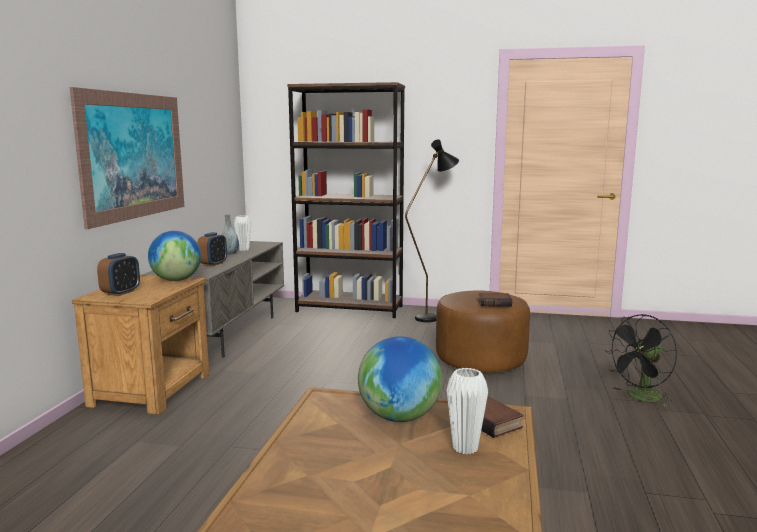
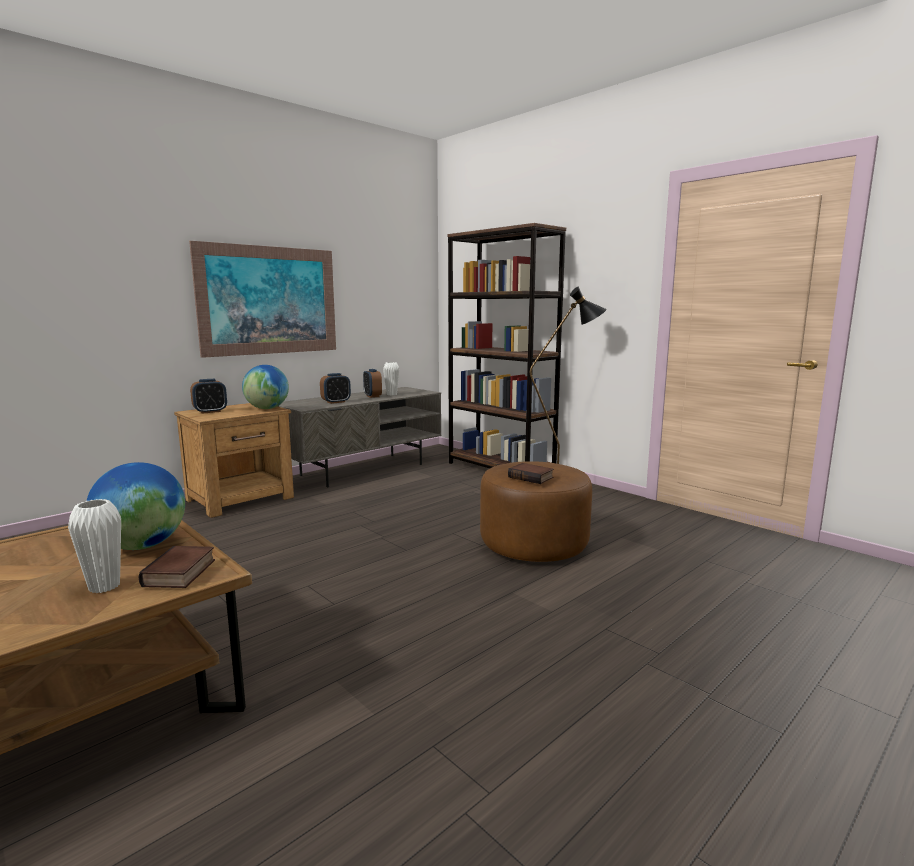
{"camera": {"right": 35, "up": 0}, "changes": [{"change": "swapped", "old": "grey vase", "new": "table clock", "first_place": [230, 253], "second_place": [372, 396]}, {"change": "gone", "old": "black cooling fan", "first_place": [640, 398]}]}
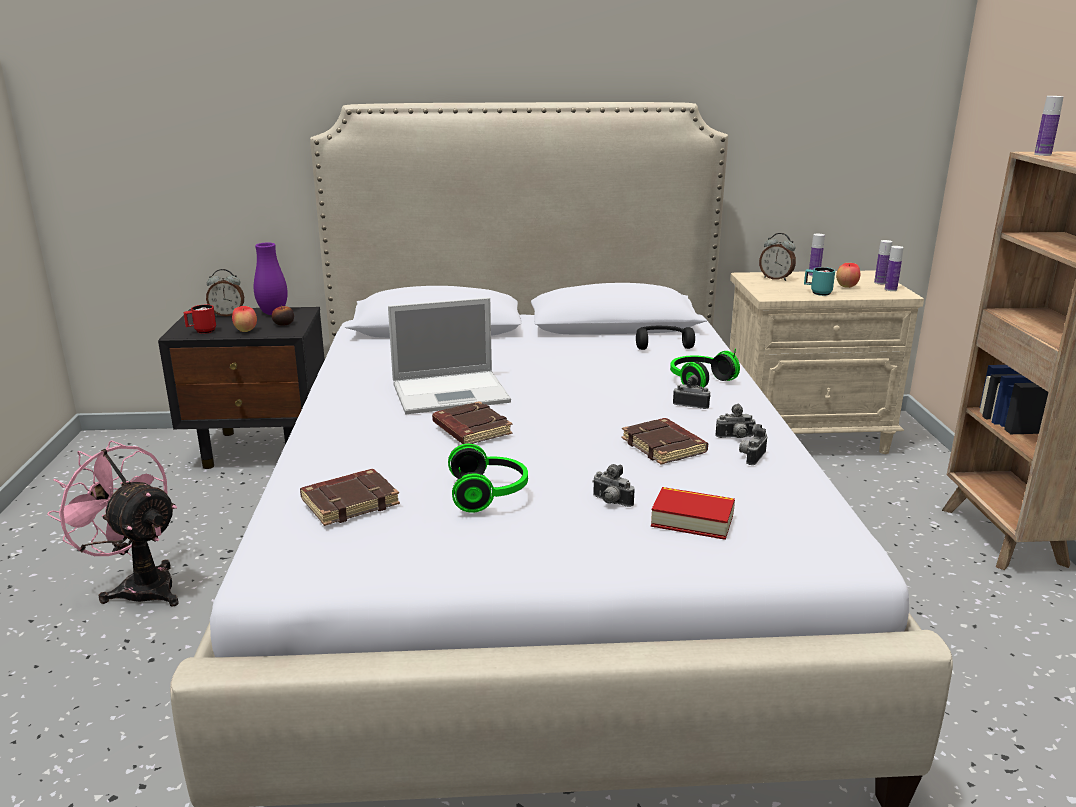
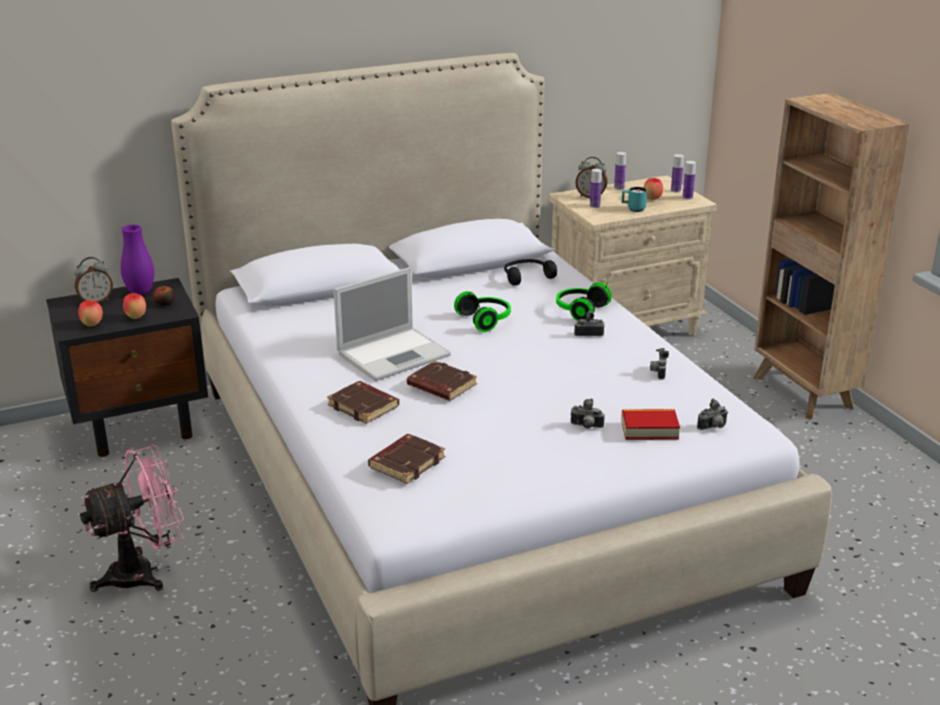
{"camera": {"right": -20, "up": 5}, "changes": [{"change": "shifted", "old": "beverage bottle", "first_place": [1042, 154], "second_place": [594, 206]}, {"change": "swapped", "old": "red coffee mug", "new": "apple", "first_place": [201, 331], "second_place": [92, 324]}, {"change": "shifted", "old": "photo camera", "first_place": [735, 438], "second_place": [713, 427]}, {"change": "shifted", "old": "brown book", "first_place": [665, 447], "second_place": [364, 406]}, {"change": "rotated", "old": "pink-coloured cooling fan", "first_place": [139, 586], "second_place": [144, 572], "degrees": 135}, {"change": "shifted", "old": "headphones", "first_place": [489, 493], "second_place": [486, 320]}]}
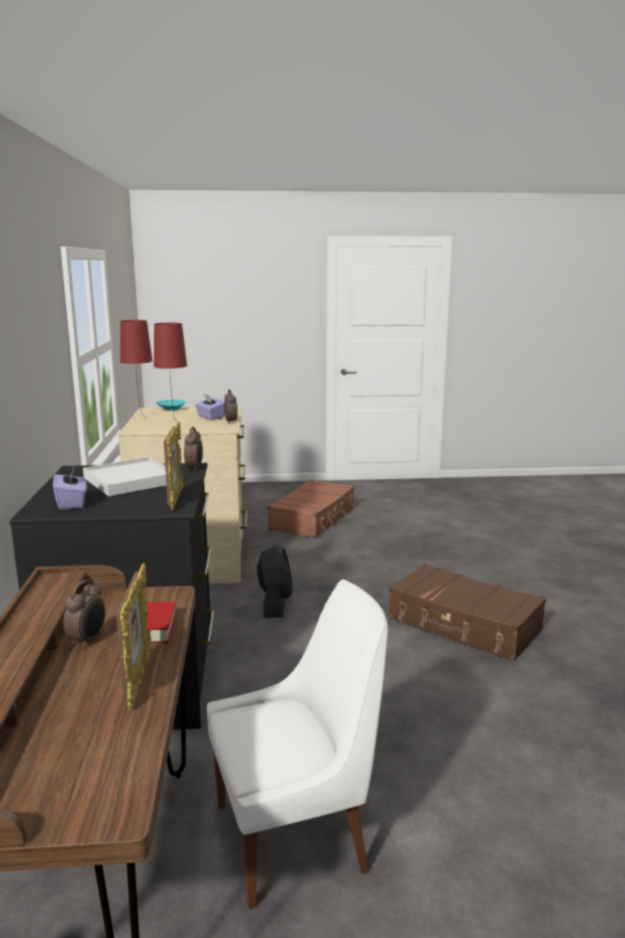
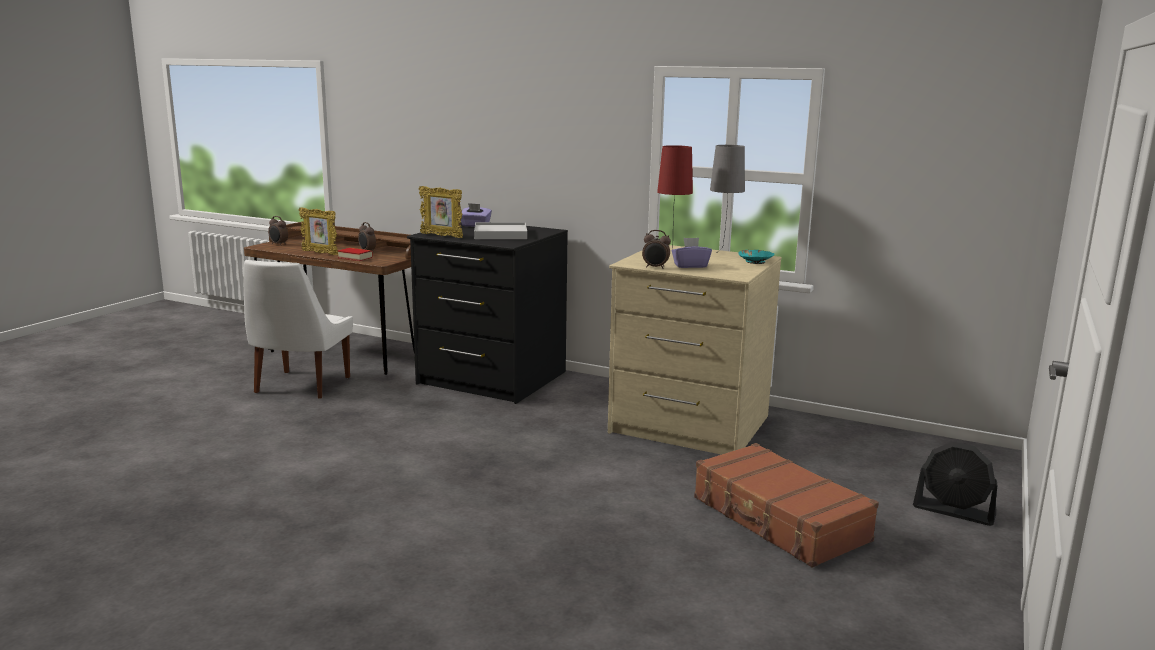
{"camera": {"right": 120, "up": 0}, "changes": [{"change": "repainted", "old": "red tabletop lamp", "new": "grey tabletop lamp", "first_place": [140, 417], "second_place": [723, 252]}, {"change": "shifted", "old": "table clock", "first_place": [194, 468], "second_place": [278, 244]}, {"change": "shifted", "old": "black cooling fan", "first_place": [275, 603], "second_place": [954, 511]}, {"change": "gone", "old": "brown travel case", "first_place": [464, 625]}]}
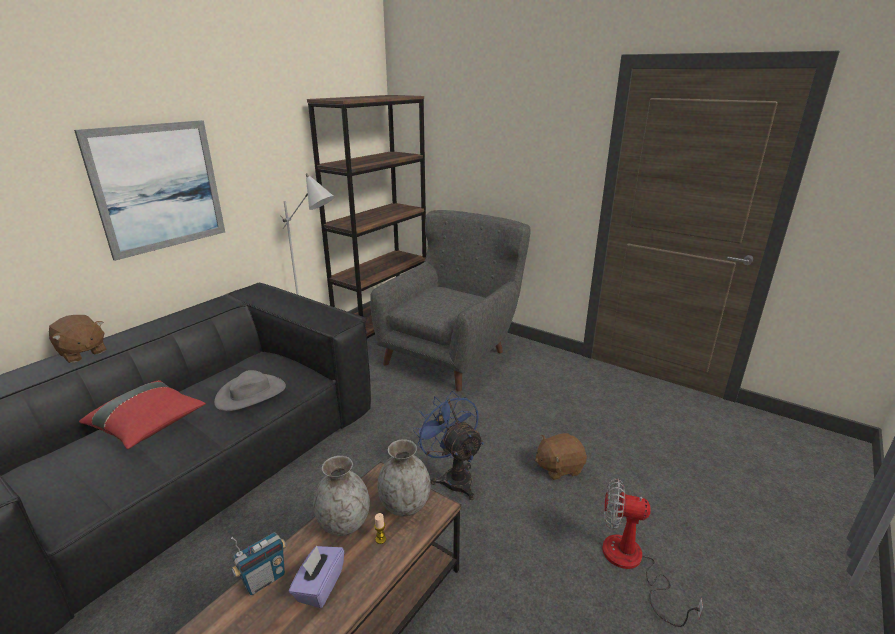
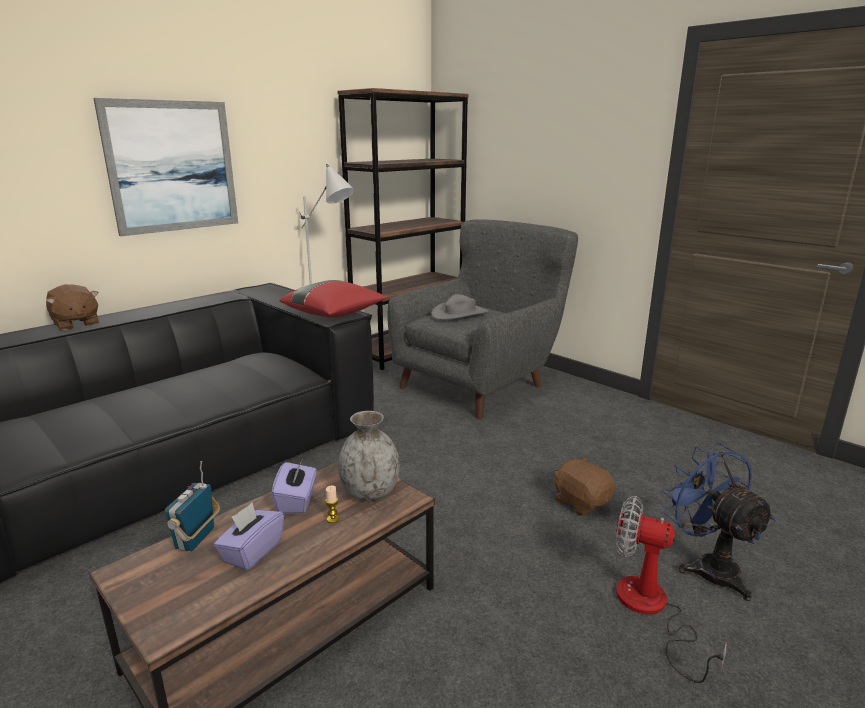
{"camera": {"right": 10, "up": -5}, "changes": [{"change": "shifted", "old": "grey hat", "first_place": [251, 394], "second_place": [460, 314]}, {"change": "shifted", "old": "red cushion", "first_place": [149, 426], "second_place": [334, 314]}, {"change": "shifted", "old": "blue-coloured cooling fan", "first_place": [453, 477], "second_place": [708, 566]}, {"change": "rotated", "old": "brown plush toy", "first_place": [558, 467], "second_place": [581, 502], "degrees": 60}, {"change": "swapped", "old": "grey vase", "new": "purple box of tissues", "first_place": [343, 523], "second_place": [297, 501]}, {"change": "rotated", "old": "radio", "first_place": [264, 579], "second_place": [196, 539], "degrees": 135}]}
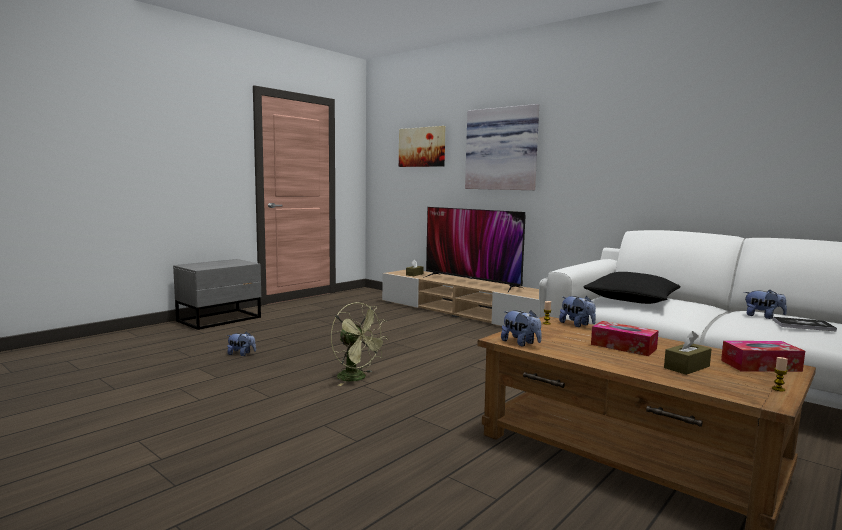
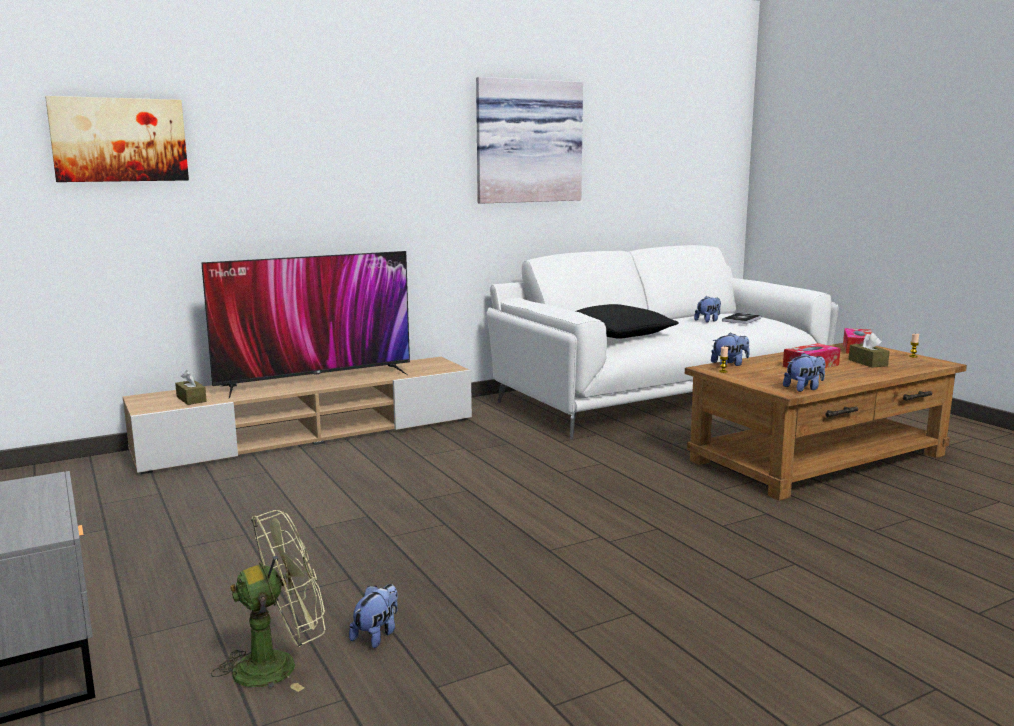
{"camera": {"right": -70, "up": 5}, "changes": [{"change": "shifted", "old": "wall art", "first_place": [502, 149], "second_place": [527, 141]}, {"change": "shifted", "old": "green-coloured cooling fan", "first_place": [357, 378], "second_place": [278, 664]}]}
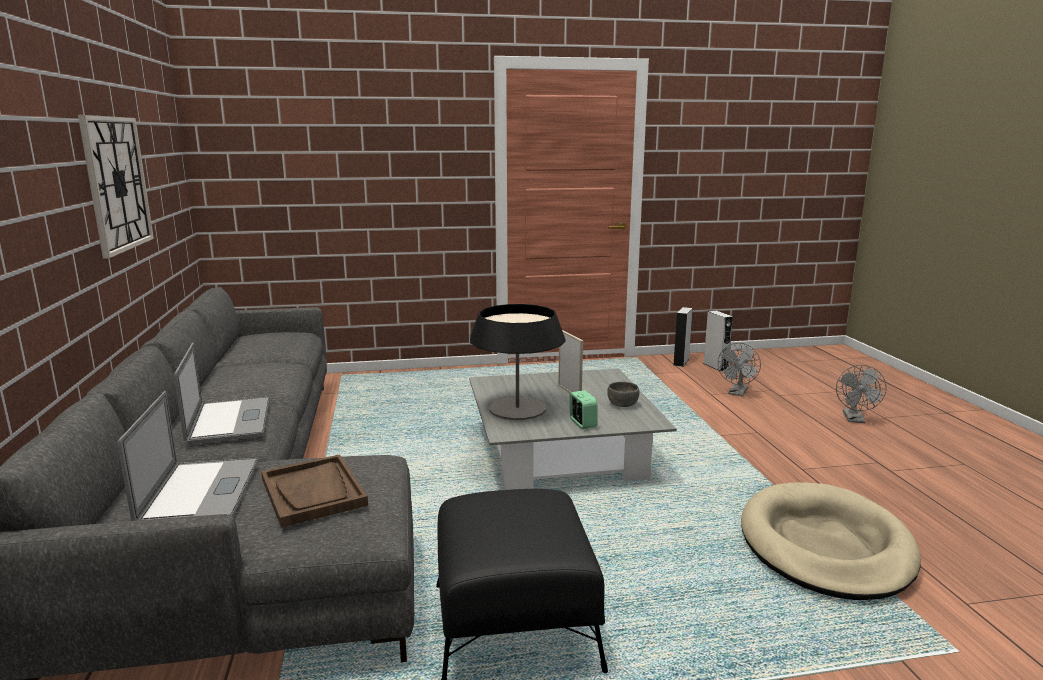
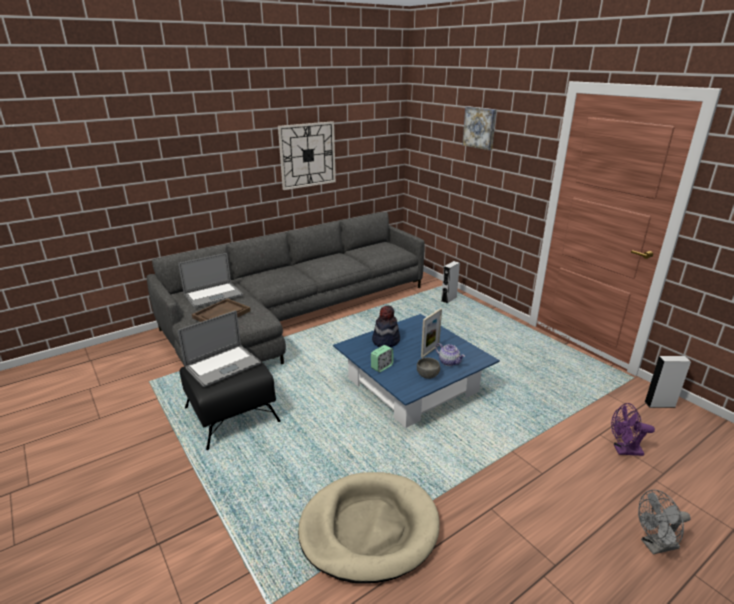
{"camera": {"right": 65, "up": 10}, "changes": [{"change": "swapped", "old": "tabletop lamp", "new": "hat", "first_place": [517, 408], "second_place": [385, 340]}, {"change": "shifted", "old": "grey loudspeaker", "first_place": [715, 366], "second_place": [449, 299]}, {"change": "shifted", "old": "portable computer", "first_place": [229, 420], "second_place": [223, 365]}, {"change": "repainted", "old": "grey cooling fan", "new": "purple cooling fan", "first_place": [737, 393], "second_place": [623, 450]}, {"change": "repainted", "old": "grey low table", "new": "blue-coloured low table", "first_place": [560, 453], "second_place": [412, 384]}, {"change": "new", "new": "wall art", "second_place": [480, 127]}, {"change": "new", "new": "teapot", "second_place": [449, 362]}]}
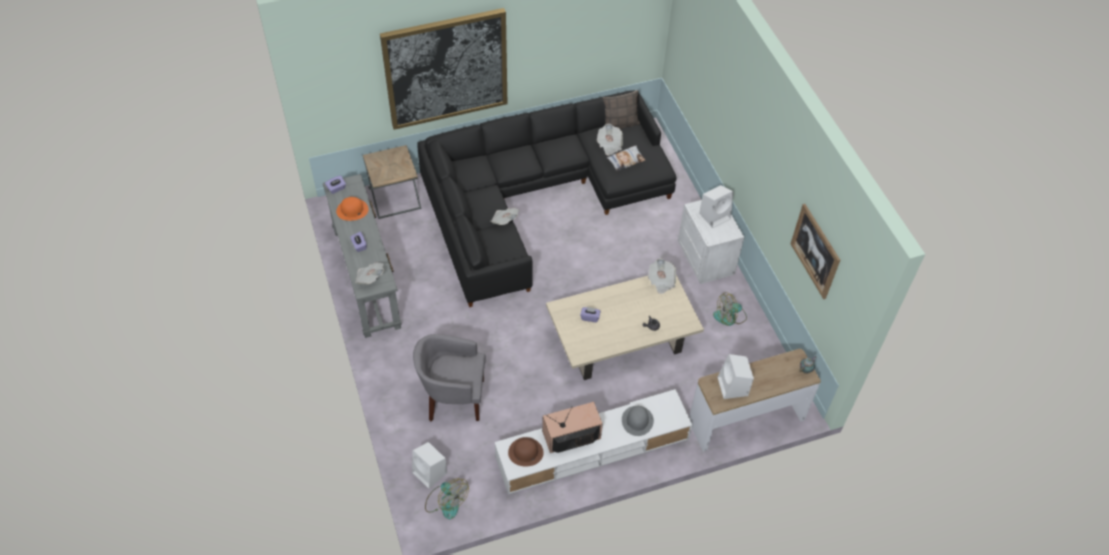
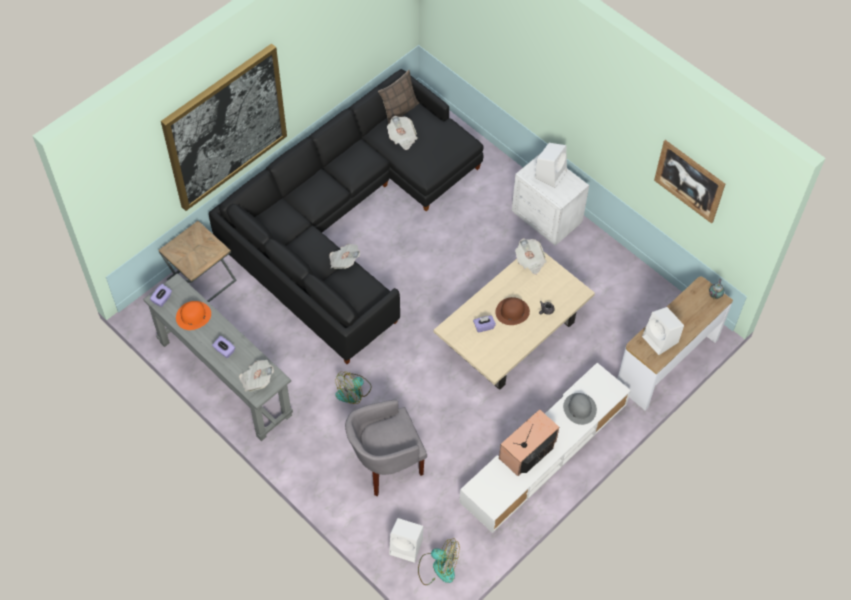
{"camera": {"right": -25, "up": 5}, "changes": [{"change": "gone", "old": "cushion", "first_place": [626, 160]}, {"change": "shifted", "old": "cooling fan", "first_place": [730, 317], "second_place": [354, 391]}, {"change": "shifted", "old": "brown hat", "first_place": [525, 452], "second_place": [512, 312]}]}
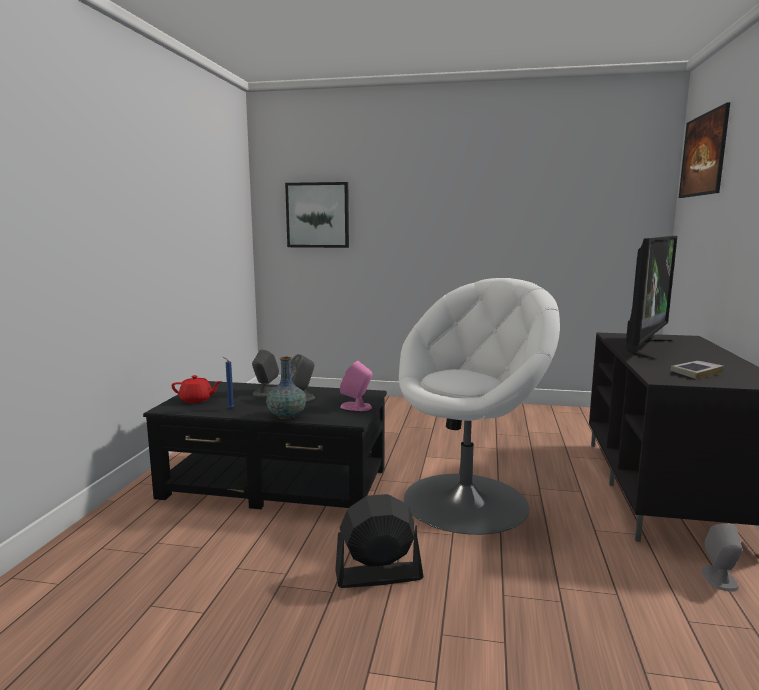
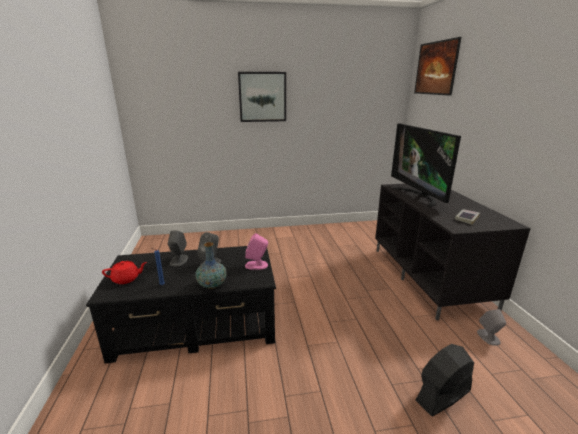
{"camera": {"right": -20, "up": 10}, "changes": [{"change": "shifted", "old": "wall art", "first_place": [318, 215], "second_place": [262, 97]}, {"change": "rotated", "old": "TV set", "first_place": [643, 347], "second_place": [418, 196], "degrees": 150}, {"change": "gone", "old": "whitish armchair", "first_place": [467, 501]}, {"change": "shifted", "old": "black cooling fan", "first_place": [378, 575], "second_place": [442, 396]}]}
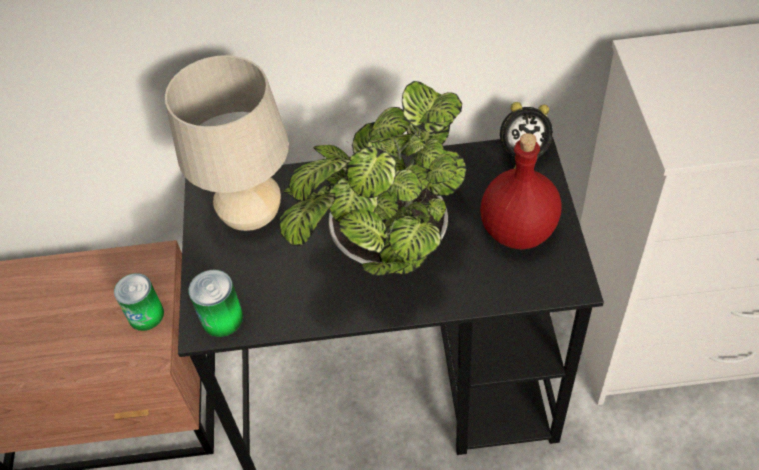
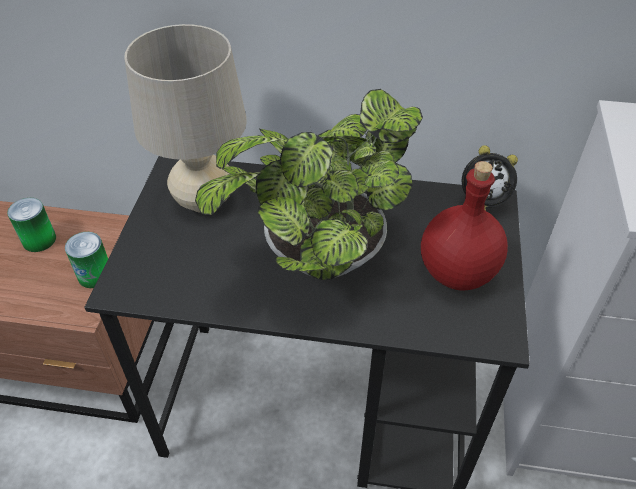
{"camera": {"right": 10, "up": -5}, "changes": [{"change": "shifted", "old": "can", "first_place": [222, 318], "second_place": [39, 240]}]}
